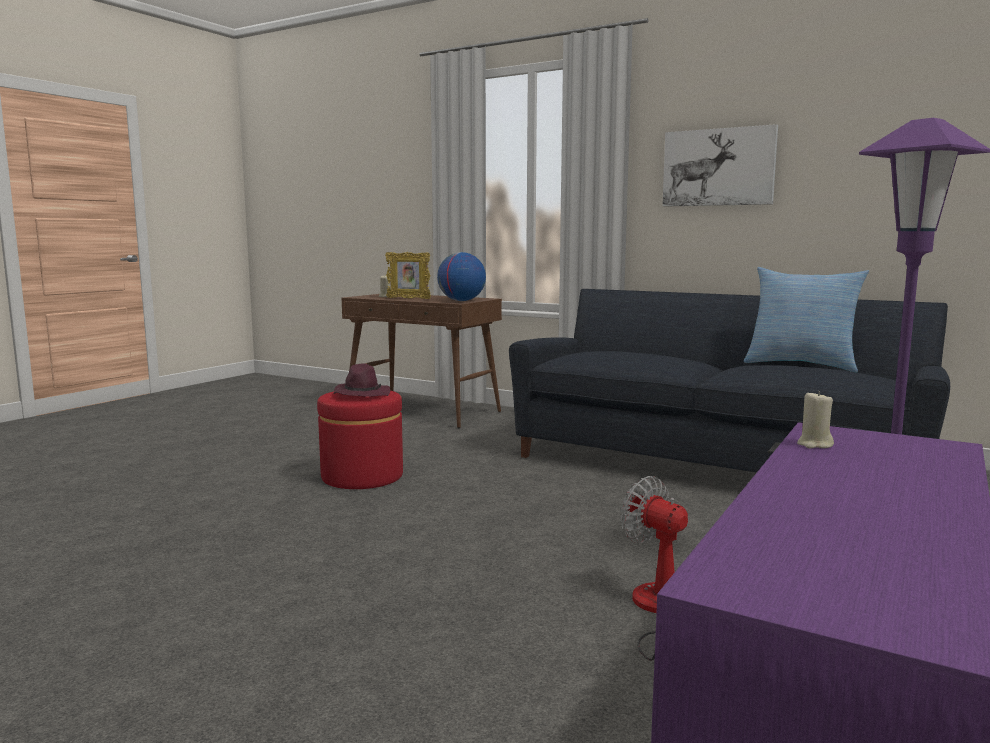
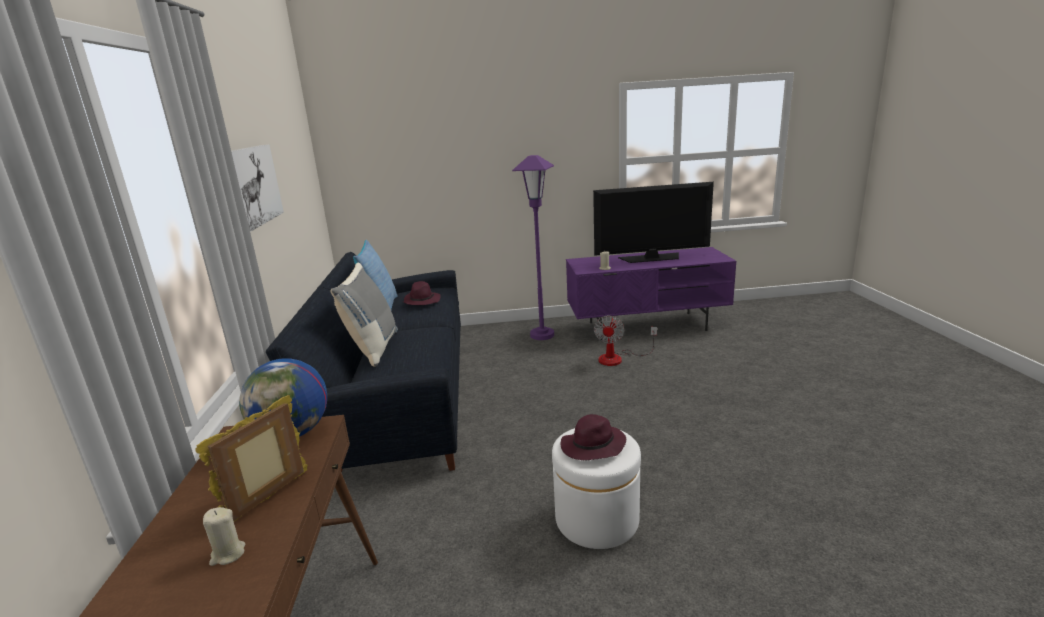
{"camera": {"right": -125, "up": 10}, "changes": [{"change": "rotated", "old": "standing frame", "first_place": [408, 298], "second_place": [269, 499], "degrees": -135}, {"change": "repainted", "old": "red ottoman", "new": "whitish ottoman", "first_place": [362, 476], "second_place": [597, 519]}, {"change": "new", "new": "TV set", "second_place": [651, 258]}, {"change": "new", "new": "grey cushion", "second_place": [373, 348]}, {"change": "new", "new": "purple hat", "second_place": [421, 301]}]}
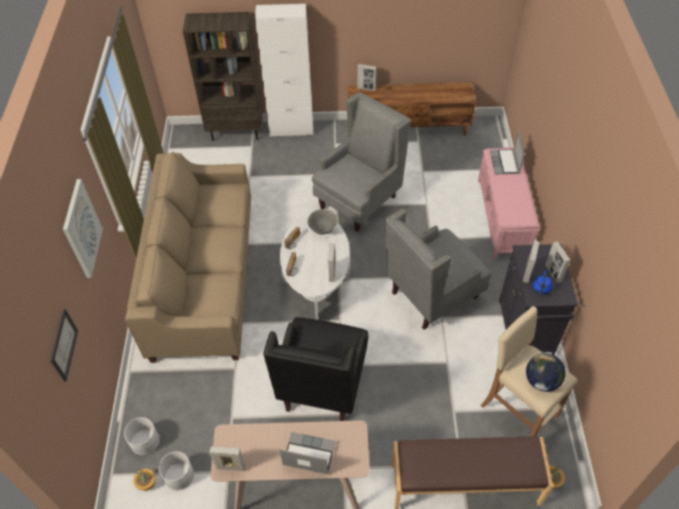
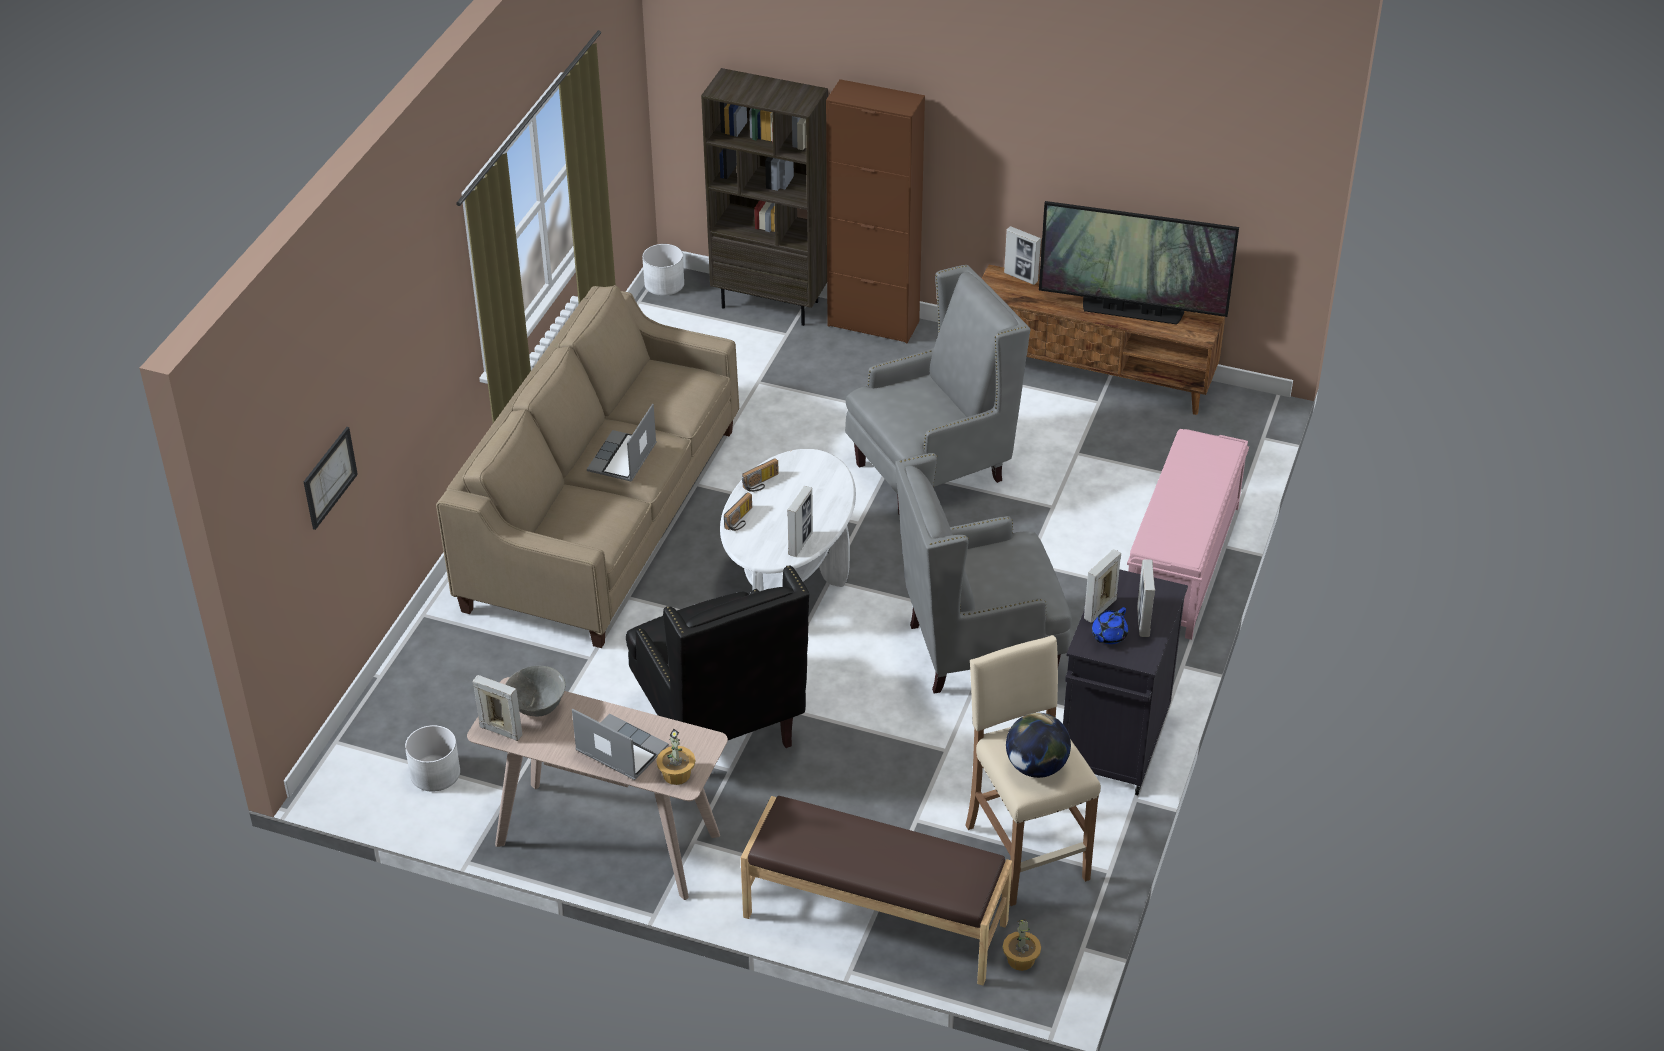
{"camera": {"right": 20, "up": -10}, "changes": [{"change": "repainted", "old": "whitish storage cabinet", "new": "brown storage cabinet", "first_place": [291, 129], "second_place": [873, 323]}, {"change": "shifted", "old": "portable computer", "first_place": [505, 163], "second_place": [623, 459]}, {"change": "gone", "old": "wall art", "first_place": [81, 229]}, {"change": "shifted", "old": "grey deep dish", "first_place": [323, 229], "second_place": [537, 708]}, {"change": "rotated", "old": "black armchair", "first_place": [323, 385], "second_place": [719, 722], "degrees": -60}, {"change": "shifted", "old": "whitish plant pot", "first_place": [144, 441], "second_place": [664, 283]}, {"change": "shifted", "old": "houseplant", "first_place": [147, 483], "second_place": [677, 774]}, {"change": "new", "new": "TV set", "second_place": [1131, 311]}]}
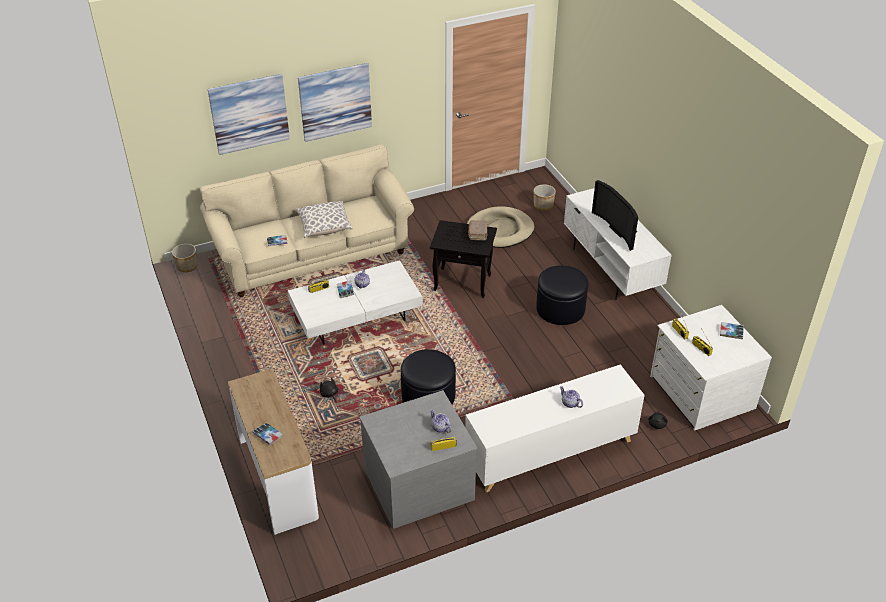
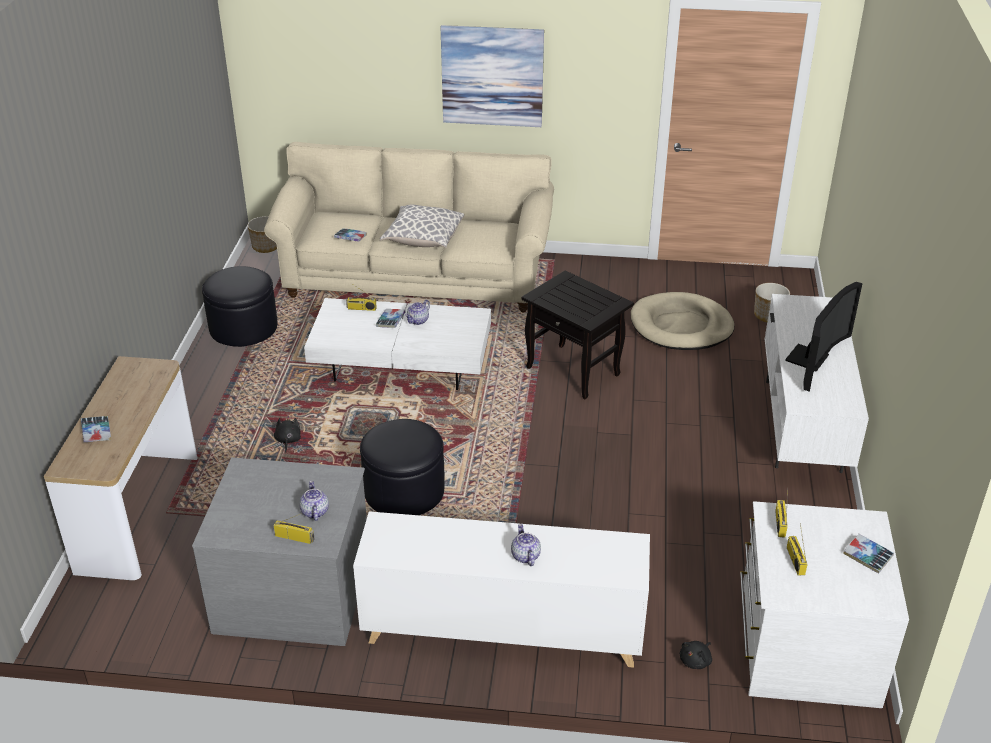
{"camera": {"right": 30, "up": -5}, "changes": [{"change": "gone", "old": "wall art", "first_place": [249, 114]}, {"change": "rotated", "old": "TV set", "first_place": [619, 230], "second_place": [813, 360], "degrees": -150}, {"change": "gone", "old": "brown book", "first_place": [478, 234]}, {"change": "shifted", "old": "black ottoman", "first_place": [560, 309], "second_place": [243, 327]}]}
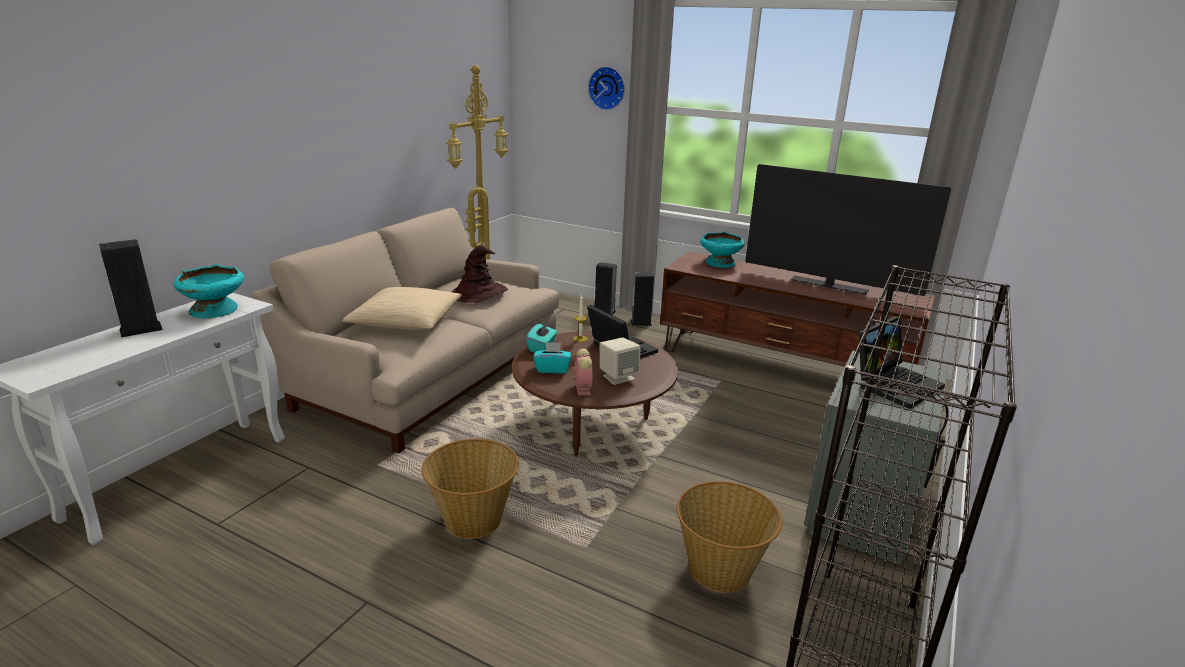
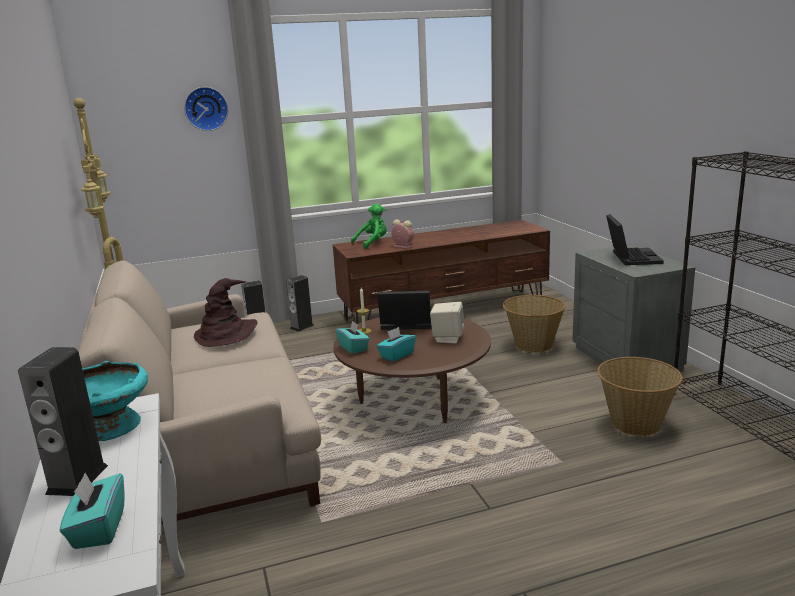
{"camera": {"right": -45, "up": -5}, "changes": [{"change": "gone", "old": "TV set", "first_place": [829, 285]}, {"change": "swapped", "old": "blue-green deep dish", "new": "green-coloured plush toy", "first_place": [719, 263], "second_place": [372, 243]}, {"change": "gone", "old": "beige cushion", "first_place": [406, 321]}, {"change": "shifted", "old": "table clock", "first_place": [582, 388], "second_place": [402, 246]}, {"change": "shifted", "old": "storage basket", "first_place": [473, 519], "second_place": [533, 345]}, {"change": "new", "new": "blue-green box of tissues", "second_place": [98, 529]}]}
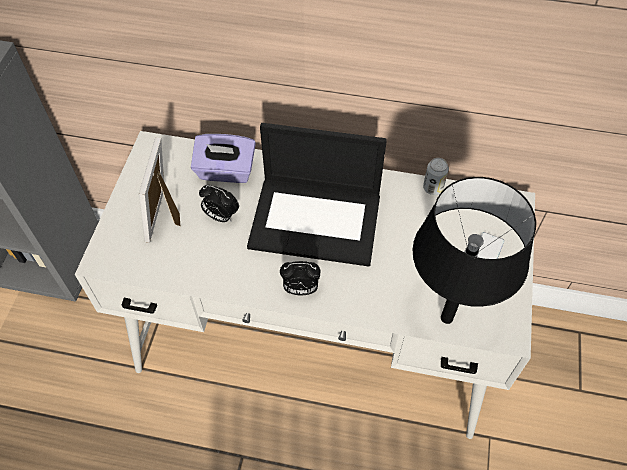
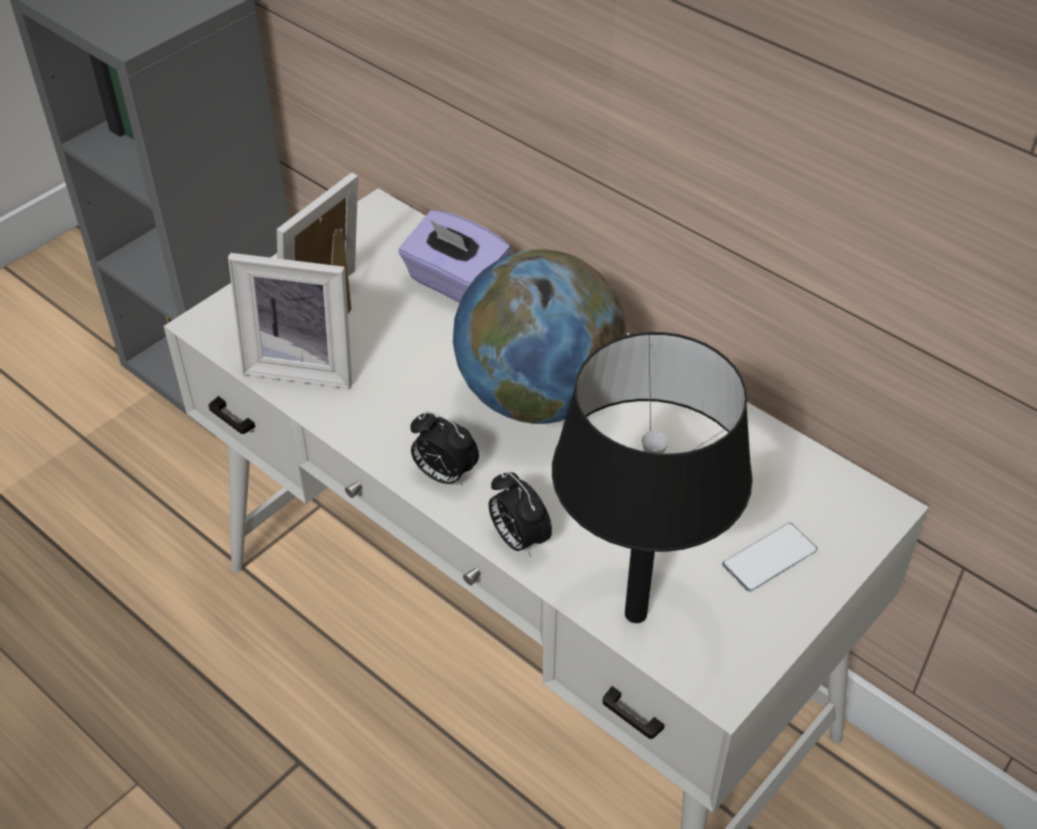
{"camera": {"right": 30, "up": -10}, "changes": [{"change": "swapped", "old": "portable computer", "new": "globe", "first_place": [317, 220], "second_place": [538, 397]}, {"change": "gone", "old": "can", "first_place": [433, 188]}, {"change": "shifted", "old": "table clock", "first_place": [220, 216], "second_place": [518, 539]}, {"change": "new", "new": "standing frame", "second_place": [303, 365]}]}
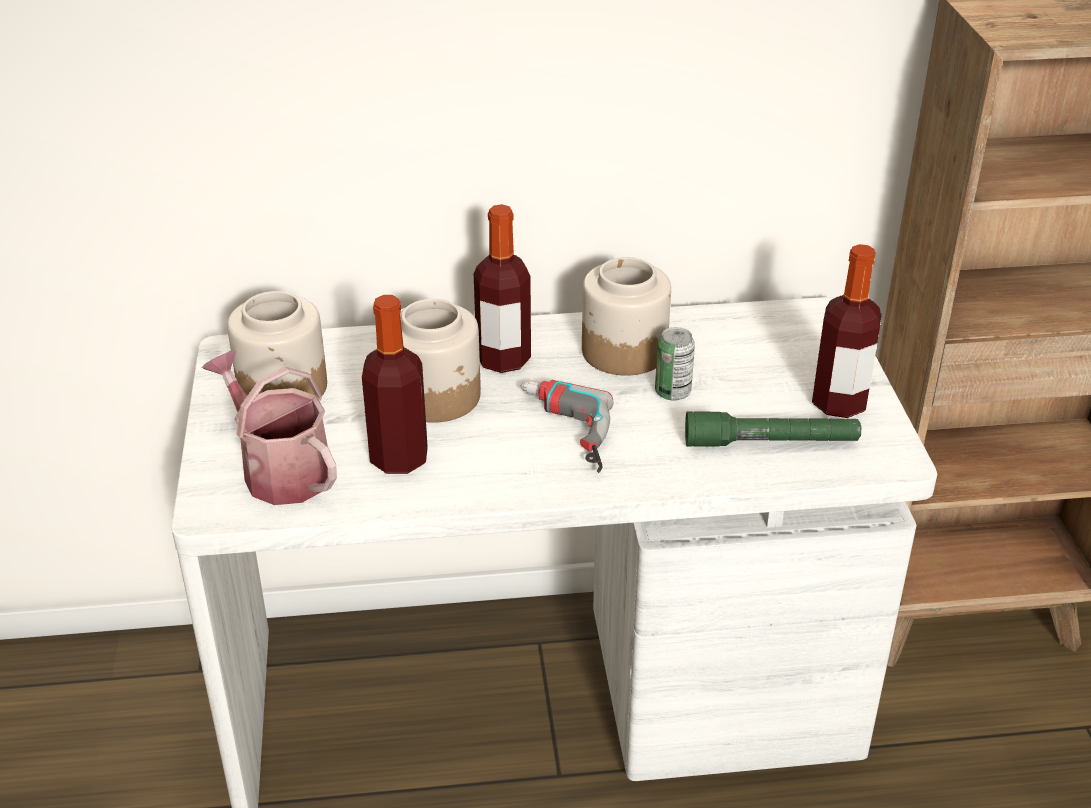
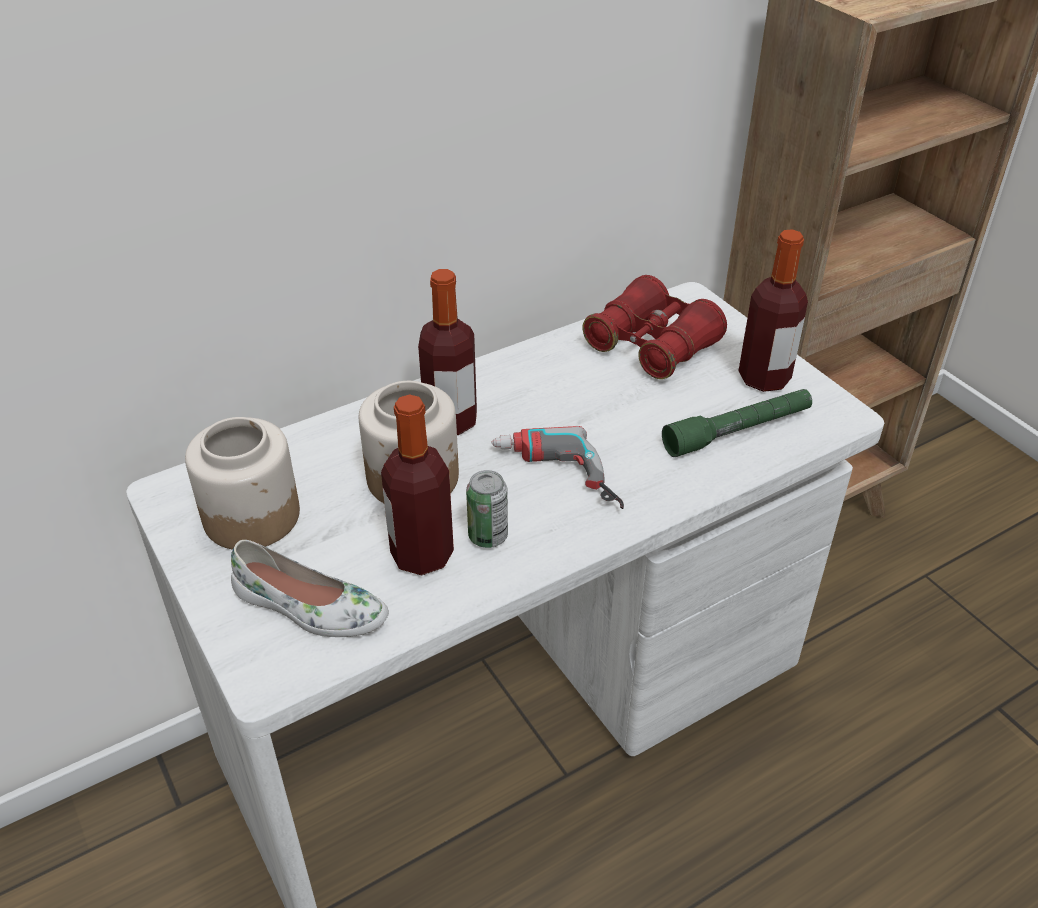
{"camera": {"right": -25, "up": 5}, "changes": [{"change": "gone", "old": "preserve jar", "first_place": [623, 351]}, {"change": "shifted", "old": "can", "first_place": [672, 392], "second_place": [488, 536]}, {"change": "swapped", "old": "watering pot", "new": "whitish item of footwear", "first_place": [279, 470], "second_place": [309, 608]}, {"change": "new", "new": "red pair of binoculars", "second_place": [652, 345]}]}
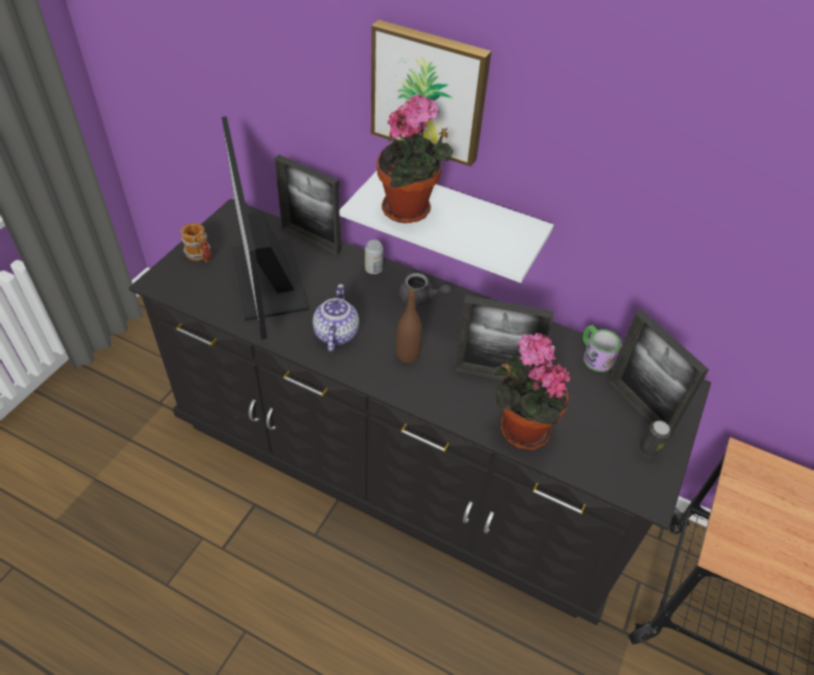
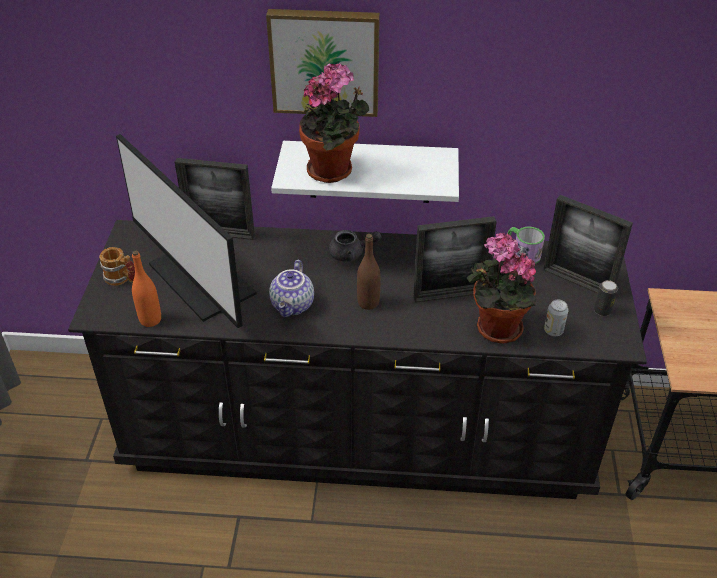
{"camera": {"right": -20, "up": -5}, "changes": [{"change": "shifted", "old": "can", "first_place": [373, 269], "second_place": [553, 331]}, {"change": "rotated", "old": "teapot", "first_place": [335, 333], "second_place": [293, 305], "degrees": -150}, {"change": "new", "new": "orangey beverage bottle", "second_place": [150, 320]}]}
